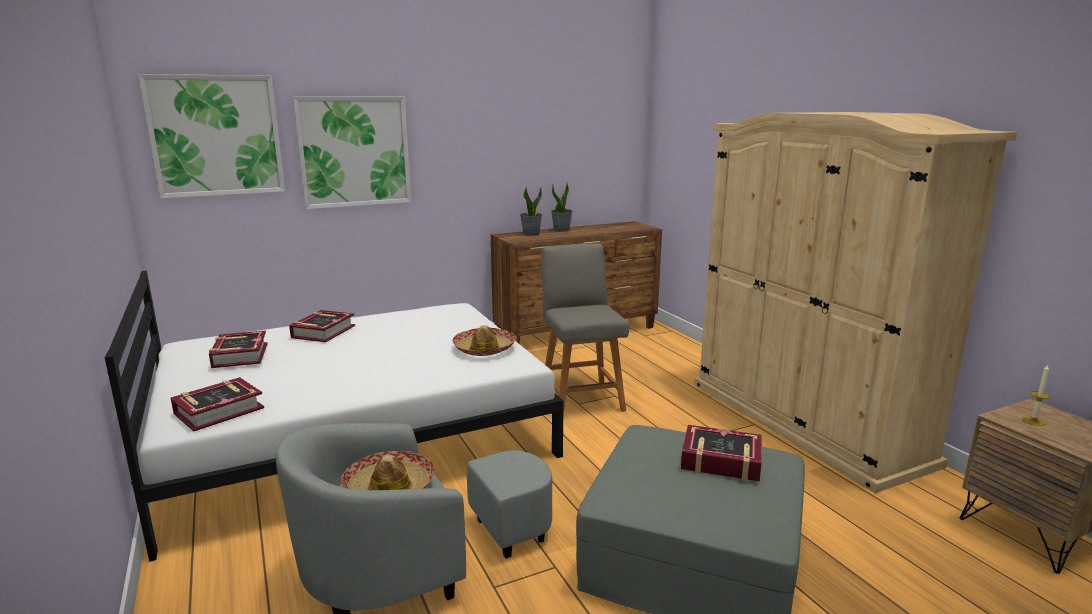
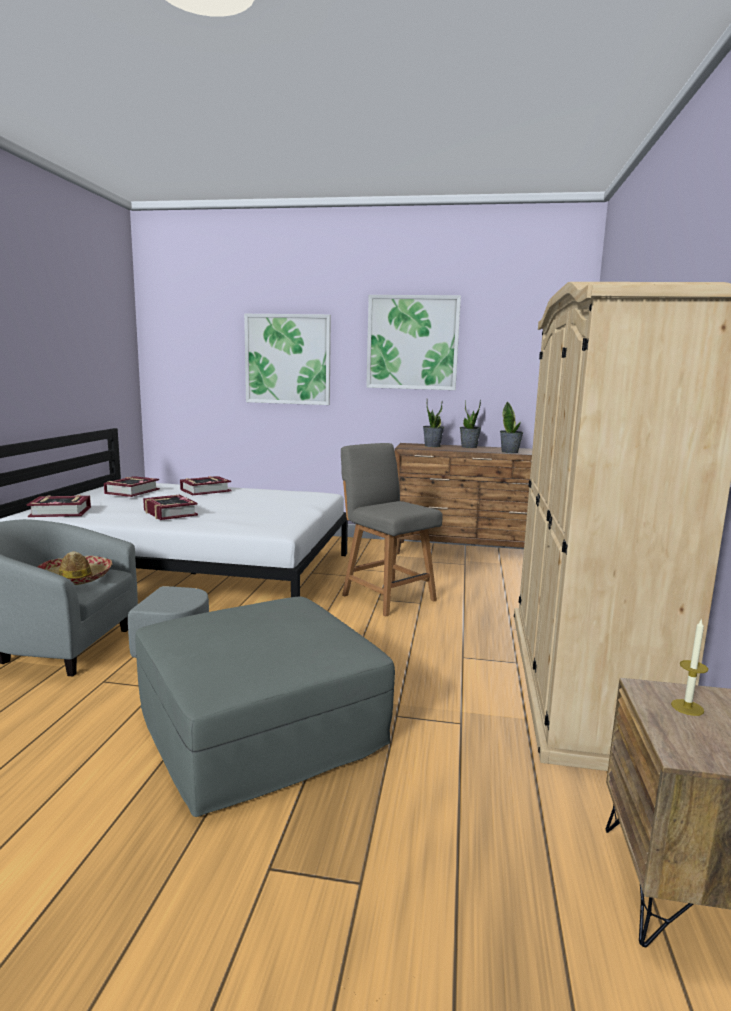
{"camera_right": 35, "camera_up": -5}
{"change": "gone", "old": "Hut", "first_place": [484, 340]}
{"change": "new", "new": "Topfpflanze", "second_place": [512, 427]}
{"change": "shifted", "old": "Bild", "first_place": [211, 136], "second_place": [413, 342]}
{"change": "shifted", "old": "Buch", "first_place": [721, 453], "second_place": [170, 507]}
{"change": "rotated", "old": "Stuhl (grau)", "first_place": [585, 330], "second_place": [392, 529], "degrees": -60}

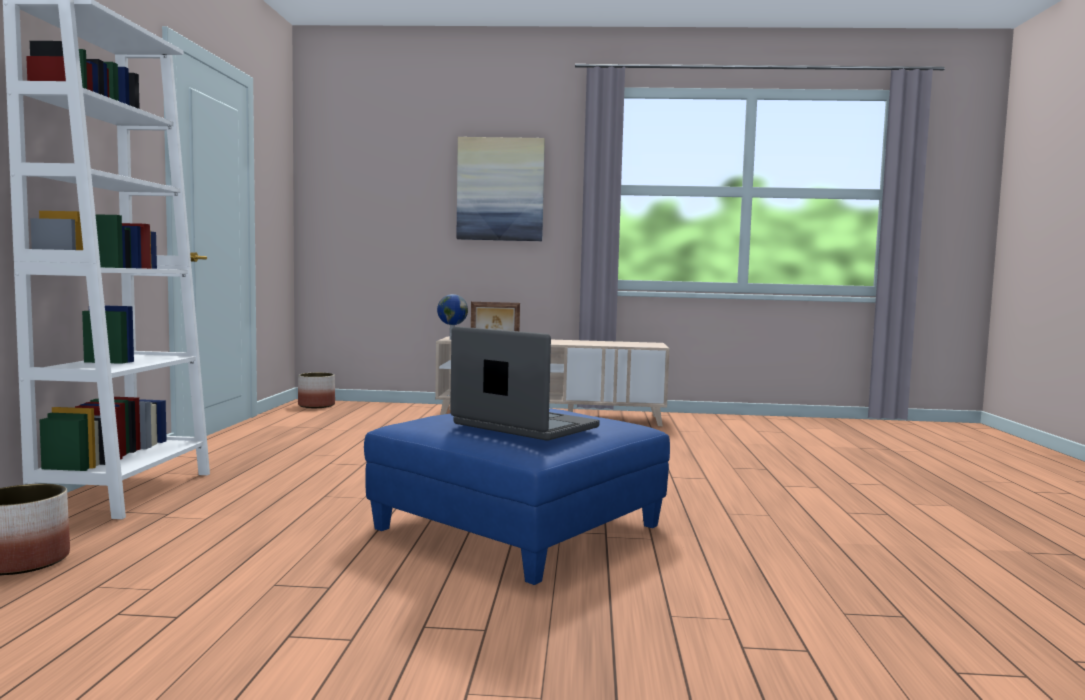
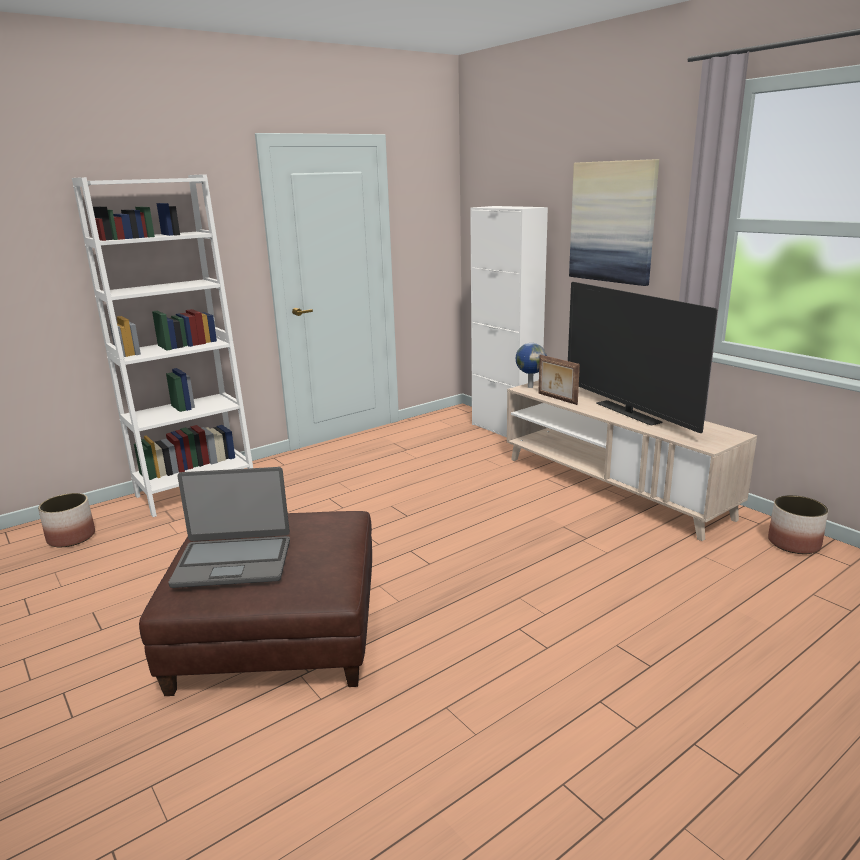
{"camera_right": 50, "camera_up": 15}
{"change": "new", "new": "Schrank (weiß)", "second_place": [509, 321]}
{"change": "new", "new": "Fernseher", "second_place": [642, 357]}
{"change": "shifted", "old": "Pflanzkübel", "first_place": [316, 390], "second_place": [798, 524]}
{"change": "repainted", "old": "Polsterhocker (blau)", "new": "Polsterhocker (braun)", "first_place": [517, 497], "second_place": [255, 603]}
{"change": "rotated", "old": "Laptop", "first_place": [525, 383], "second_place": [229, 527], "degrees": 90}

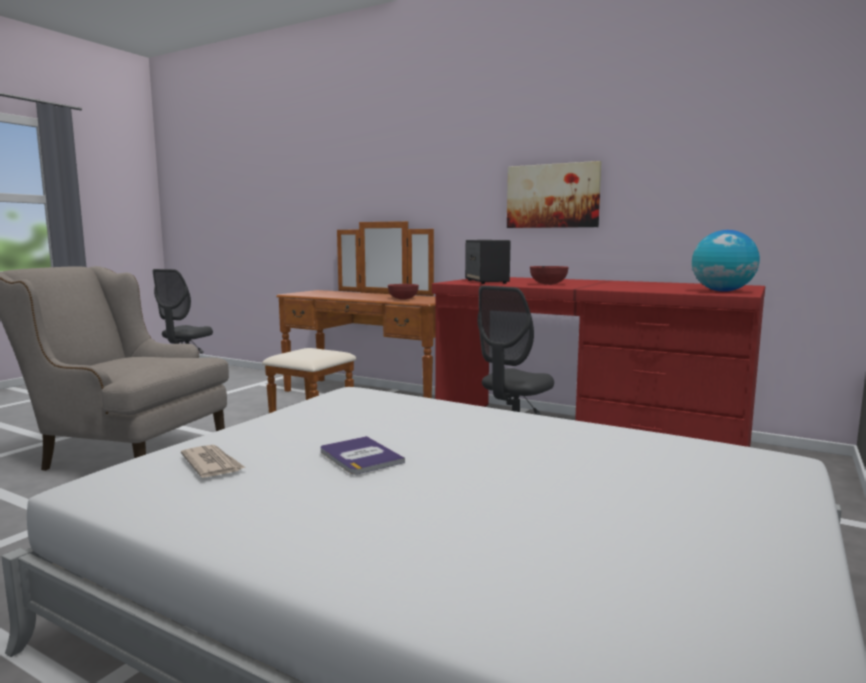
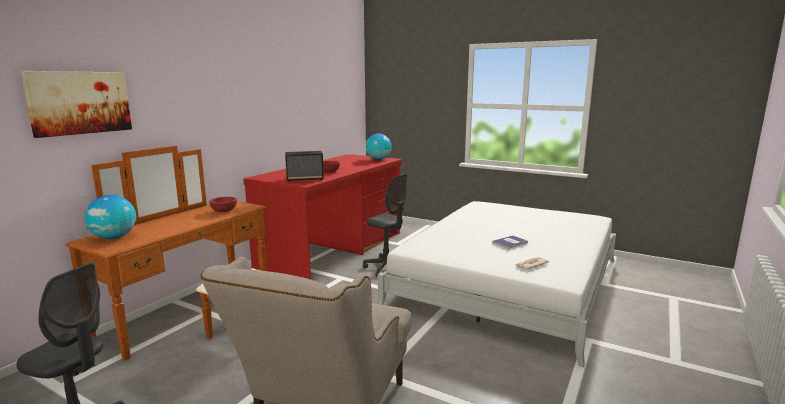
{"camera_right": -90, "camera_up": 5}
{"change": "new", "new": "Globus", "second_place": [110, 217]}
{"change": "shifted", "old": "Bild", "first_place": [554, 194], "second_place": [76, 104]}

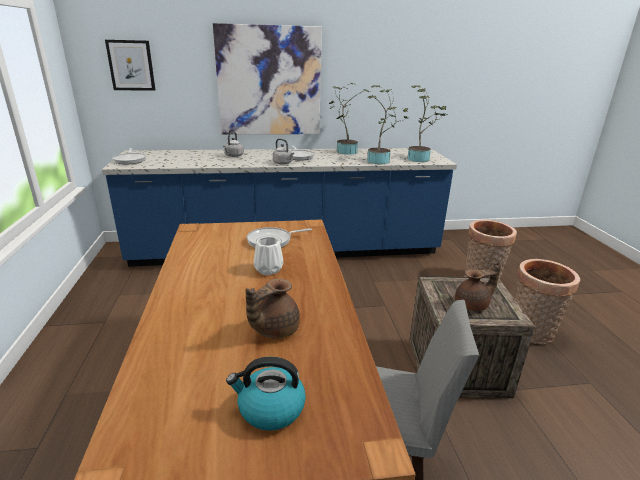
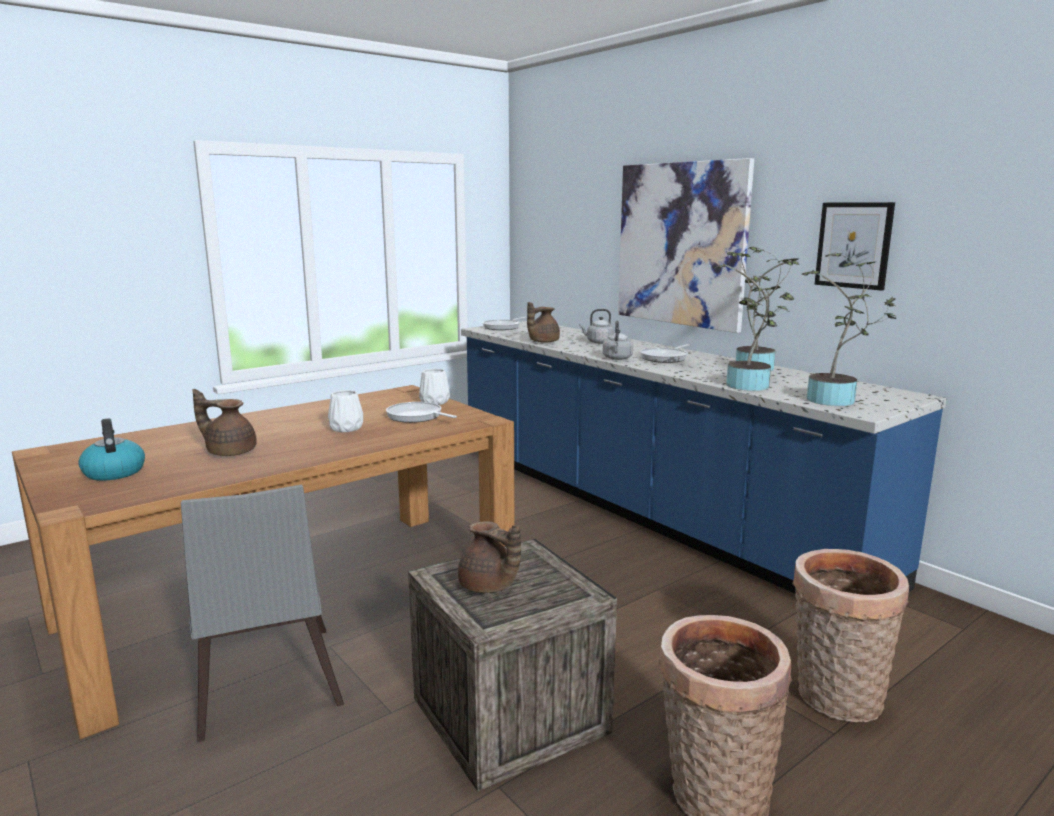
{"camera_right": 60, "camera_up": -10}
{"change": "new", "new": "Vase (weiß)", "second_place": [434, 387]}
{"change": "new", "new": "Teekanne (braun)", "second_place": [543, 322]}
{"change": "shifted", "old": "Bild", "first_place": [130, 65], "second_place": [854, 246]}

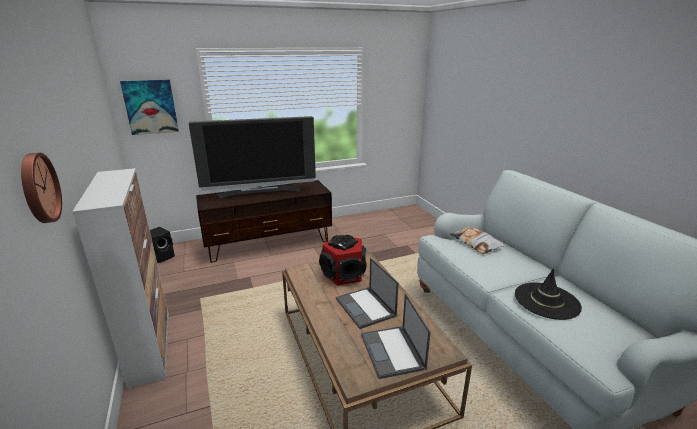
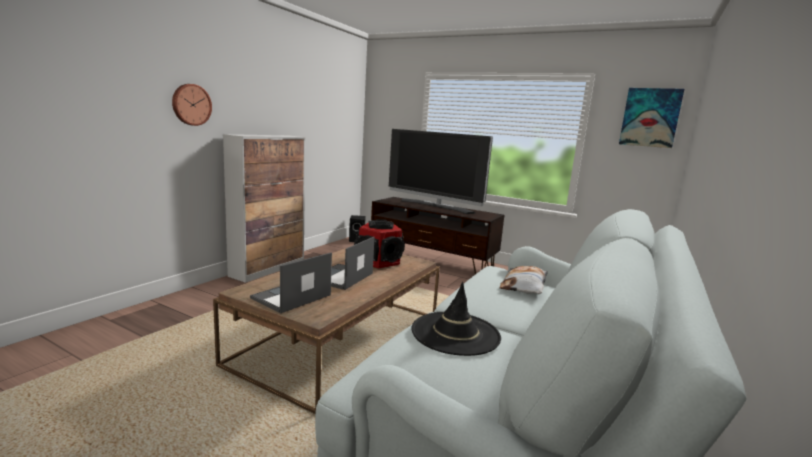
{"camera_right": 50, "camera_up": -10}
{"change": "shifted", "old": "Bild", "first_place": [149, 107], "second_place": [651, 118]}

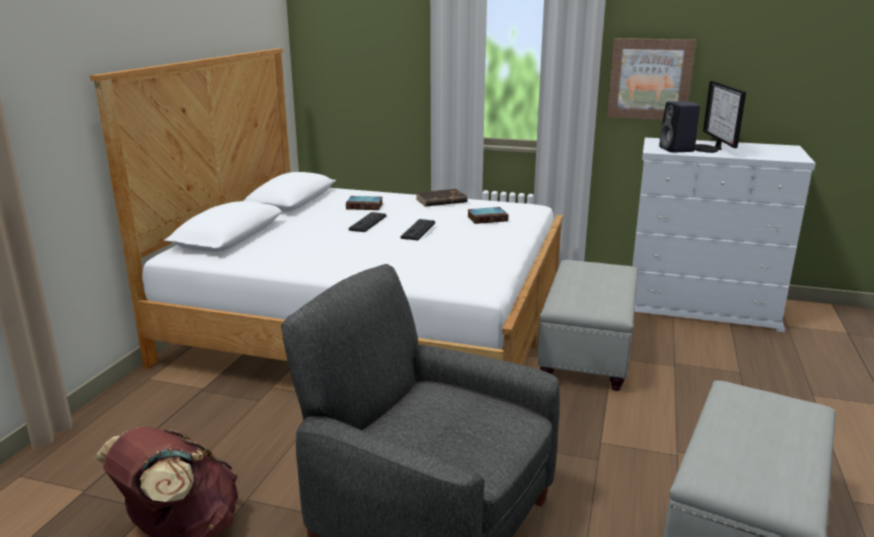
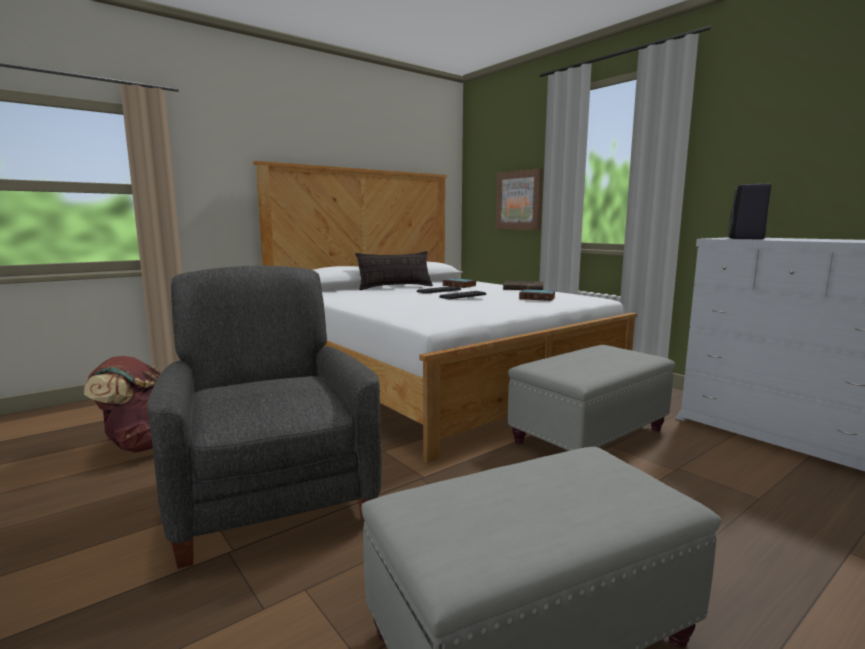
{"camera_right": 35, "camera_up": -10}
{"change": "gone", "old": "Monitor", "first_place": [720, 117]}
{"change": "new", "new": "Kissen", "second_place": [394, 270]}
{"change": "shifted", "old": "Bild", "first_place": [651, 79], "second_place": [519, 199]}

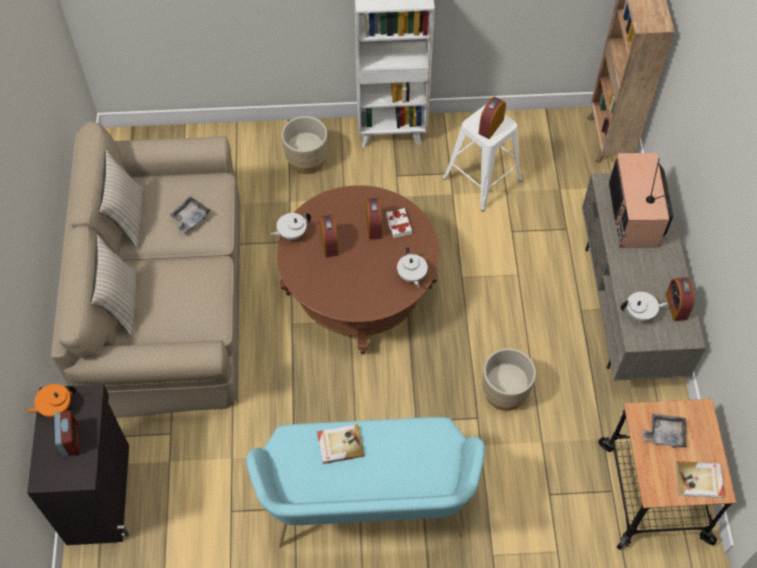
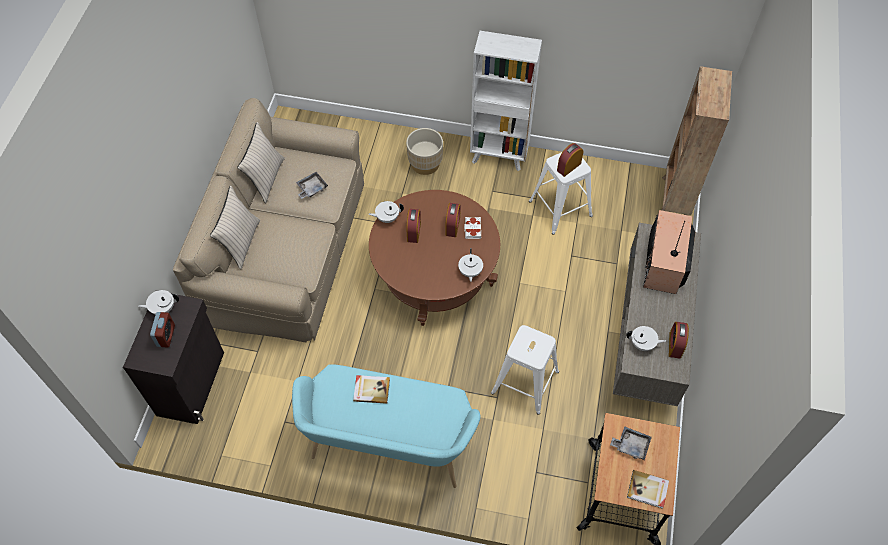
{"camera_right": 15, "camera_up": 0}
{"change": "swapped", "old": "Pflanzkübel (beige)", "new": "Hocker (weiß)", "first_place": [509, 379], "second_place": [525, 370]}
{"change": "repainted", "old": "Teekanne (orange)", "new": "Teekanne (weiß)", "first_place": [51, 400], "second_place": [158, 302]}

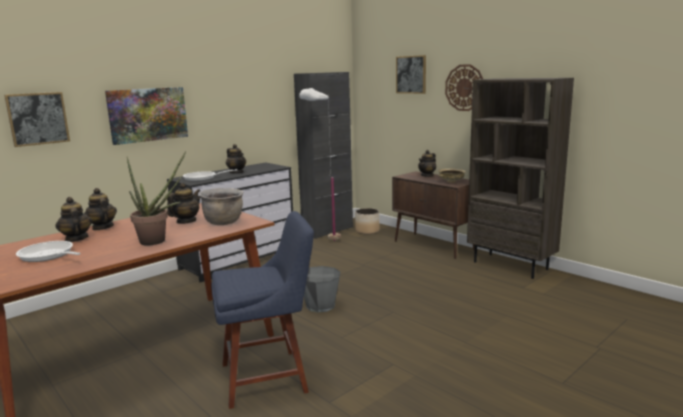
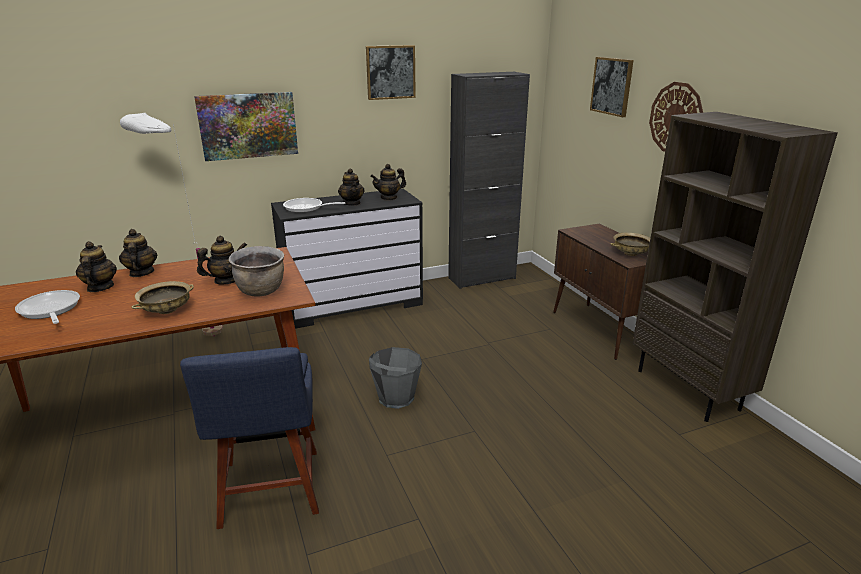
{"camera_right": 20, "camera_up": 10}
{"change": "gone", "old": "Pflanzkübel", "first_place": [367, 221]}
{"change": "shifted", "old": "Bild", "first_place": [37, 119], "second_place": [391, 72]}
{"change": "shifted", "old": "Stehlampe (weiß)", "first_place": [320, 164], "second_place": [171, 224]}
{"change": "shifted", "old": "Teekanne", "first_place": [427, 163], "second_place": [388, 182]}
{"change": "swapped", "old": "Topfpflanze", "new": "Schüssel (beige)", "first_place": [156, 198], "second_place": [162, 297]}
{"change": "rotated", "old": "Stuhl (blau)", "first_place": [262, 310], "second_place": [249, 438], "degrees": 75}

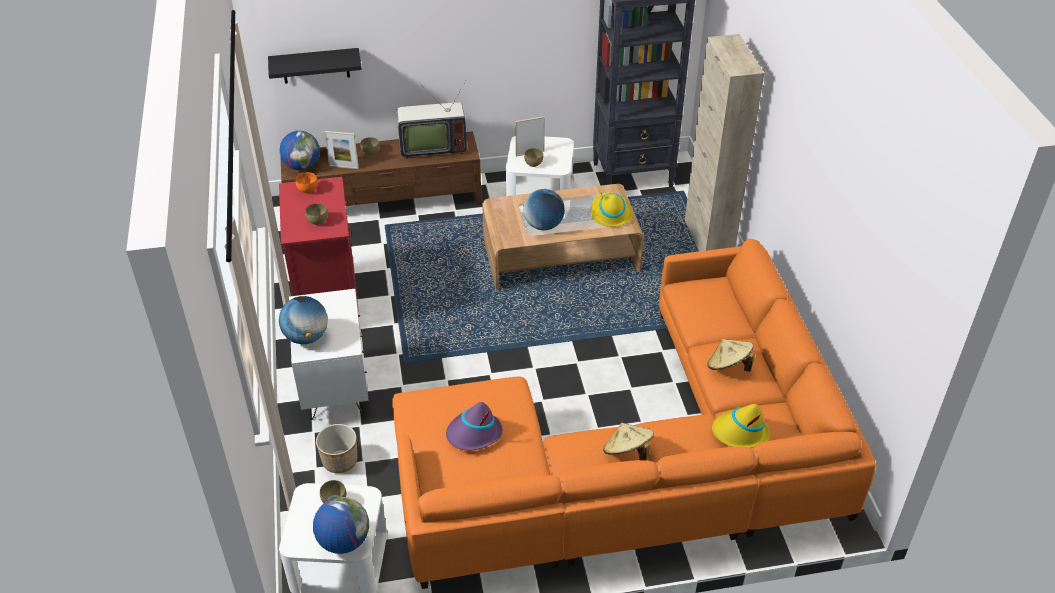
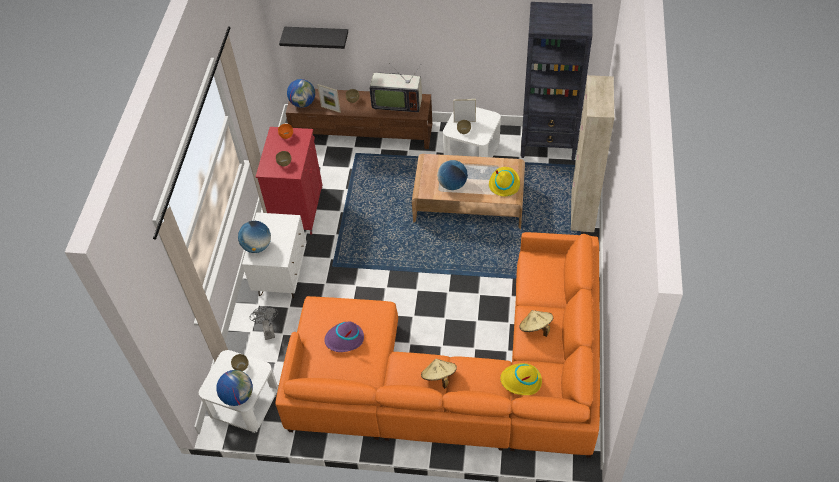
{"camera_right": 20, "camera_up": 10}
{"change": "swapped", "old": "Pflanzkübel", "new": "Ventilator (grau)", "first_place": [336, 448], "second_place": [263, 323]}

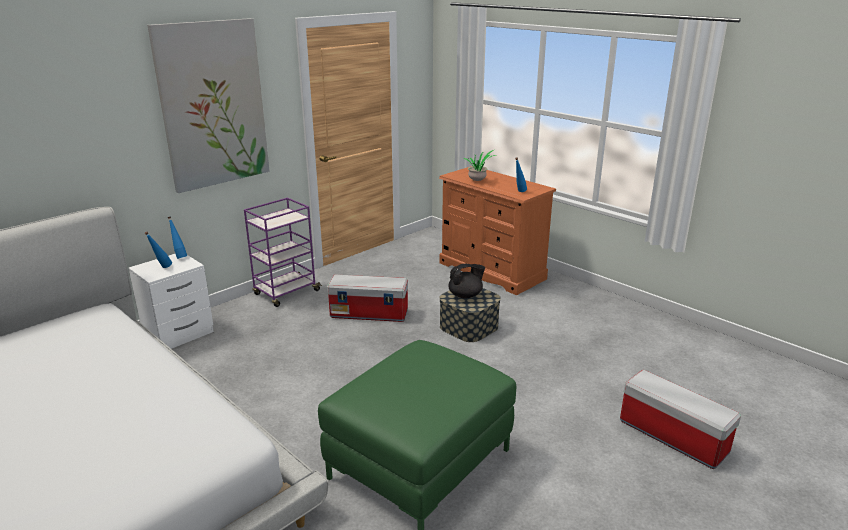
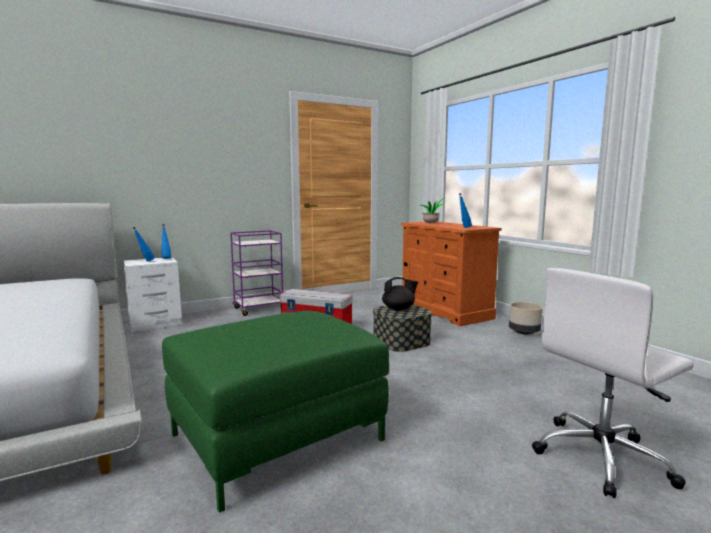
{"camera_right": 15, "camera_up": -15}
{"change": "gone", "old": "Bild", "first_place": [208, 105]}
{"change": "new", "new": "Pflanzkübel (beige)", "second_place": [526, 318]}
{"change": "swapped", "old": "Aufbewahrungsbox", "new": "Bürostuhl (weiß)", "first_place": [680, 419], "second_place": [613, 383]}

